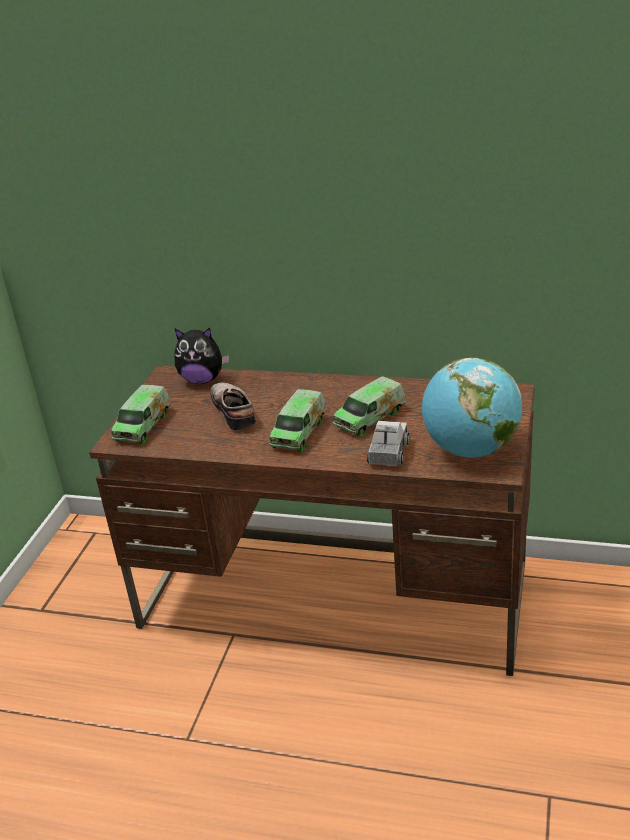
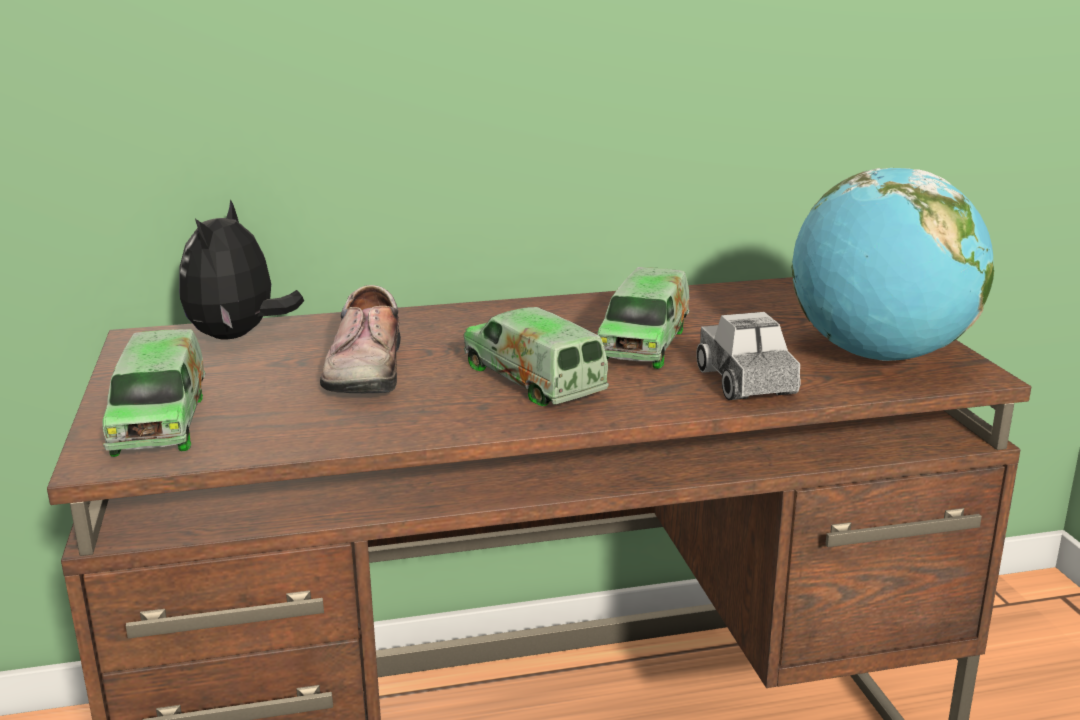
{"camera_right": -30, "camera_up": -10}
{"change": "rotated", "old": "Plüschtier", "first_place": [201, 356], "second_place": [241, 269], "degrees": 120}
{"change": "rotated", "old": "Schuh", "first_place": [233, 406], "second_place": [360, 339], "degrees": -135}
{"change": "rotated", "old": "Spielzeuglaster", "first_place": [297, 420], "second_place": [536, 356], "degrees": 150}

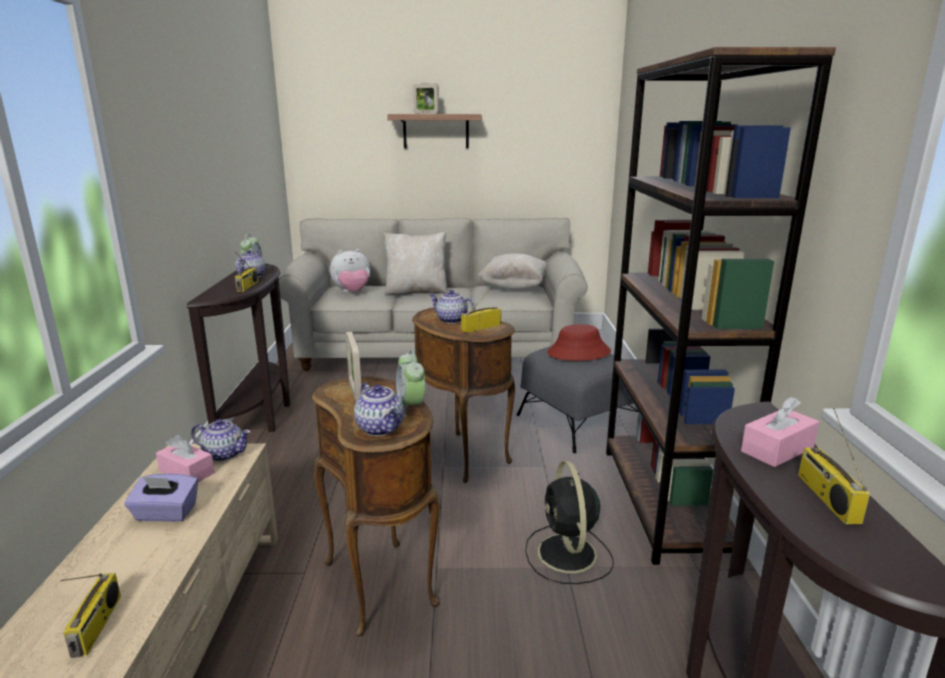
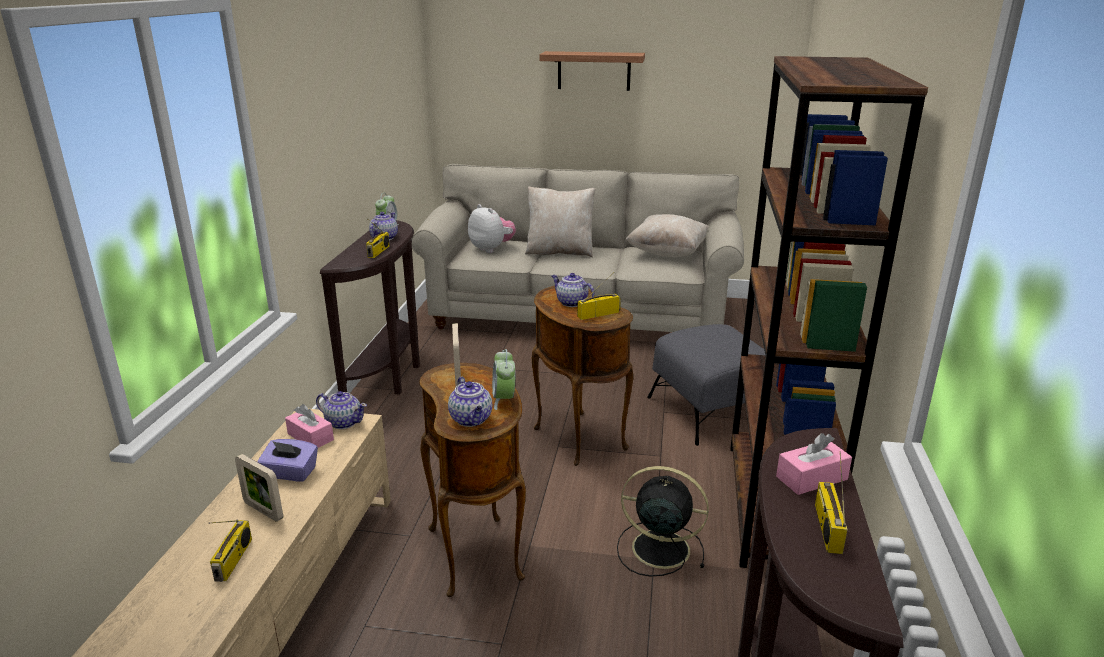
{"camera_right": 10, "camera_up": 5}
{"change": "gone", "old": "Hut (rot)", "first_place": [579, 342]}
{"change": "shifted", "old": "Bilderrahmen", "first_place": [426, 99], "second_place": [259, 488]}
{"change": "rotated", "old": "Plüschtier", "first_place": [350, 270], "second_place": [492, 228], "degrees": -120}
{"change": "rotated", "old": "Ventilator (schwarz)", "first_place": [569, 522], "second_place": [663, 521], "degrees": 105}

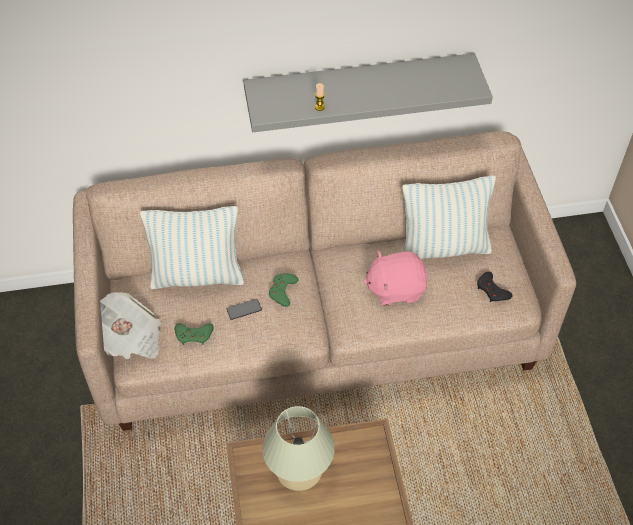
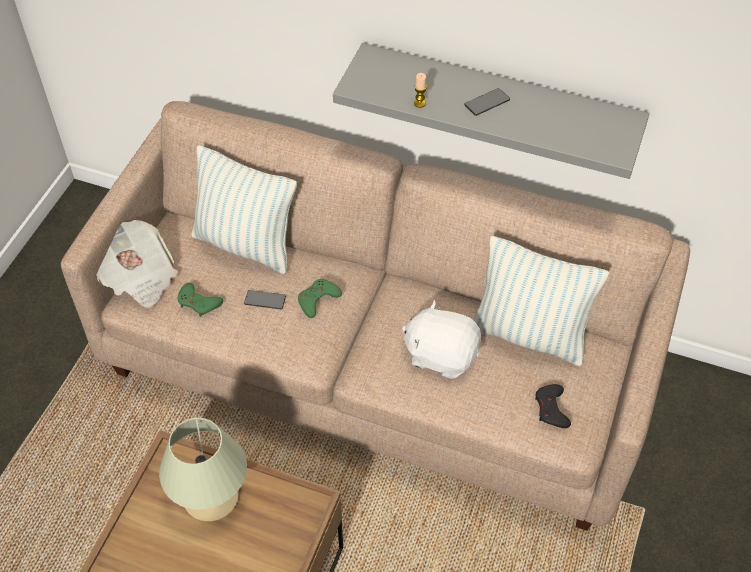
{"camera_right": 30, "camera_up": 0}
{"change": "new", "new": "Handy", "second_place": [487, 102]}
{"change": "repainted", "old": "Plüschtier (rosa)", "new": "Plüschtier (weiß)", "first_place": [395, 278], "second_place": [441, 339]}

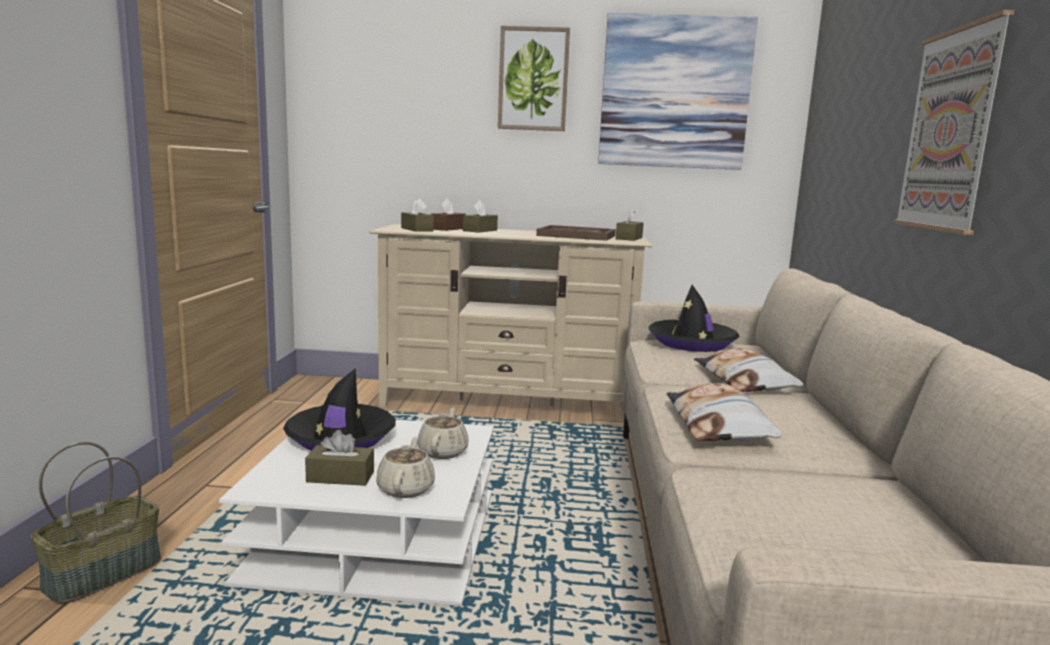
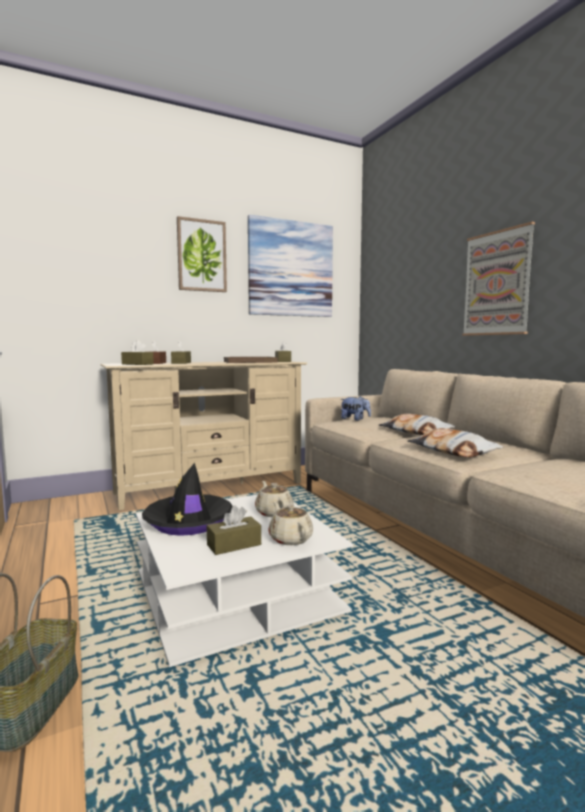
{"camera_right": -30, "camera_up": -5}
{"change": "swapped", "old": "Hut (schwarz)", "new": "Plüschtier", "first_place": [694, 318], "second_place": [355, 408]}

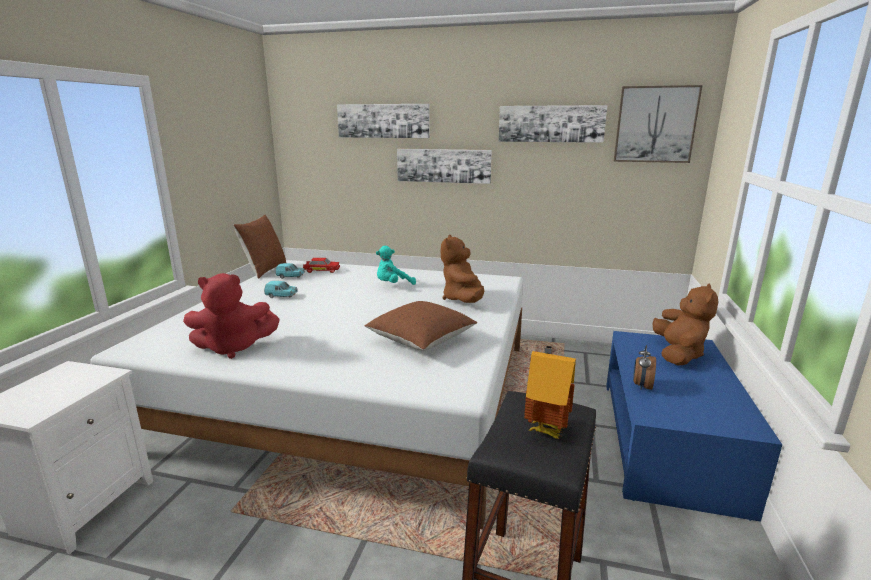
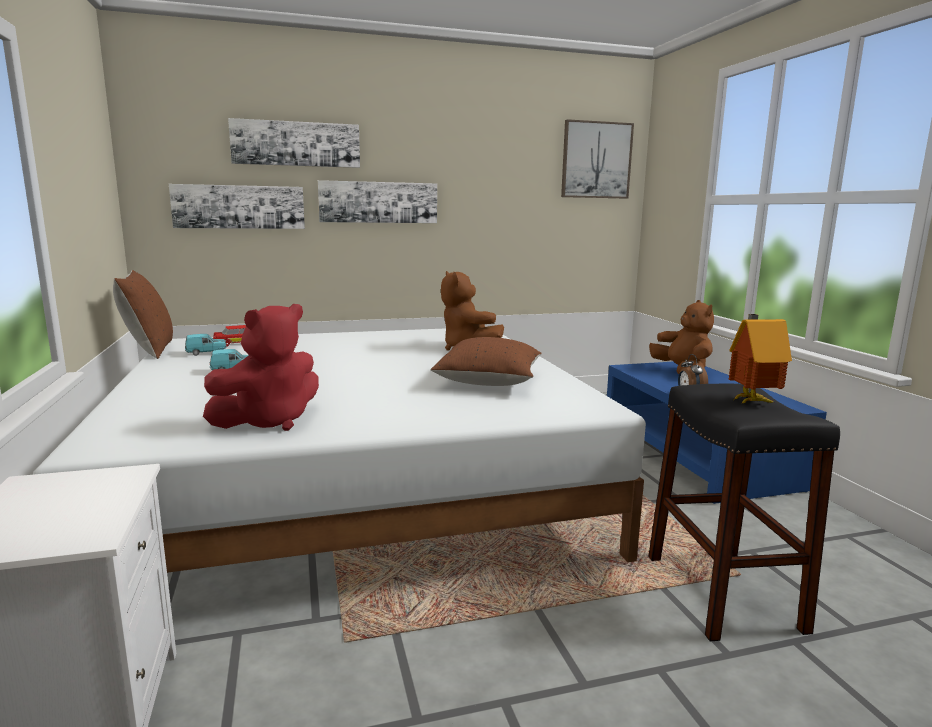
{"camera_right": -30, "camera_up": -5}
{"change": "gone", "old": "Plüschtier (türkis)", "first_place": [396, 265]}
{"change": "shifted", "old": "Bild", "first_place": [552, 124], "second_place": [237, 206]}

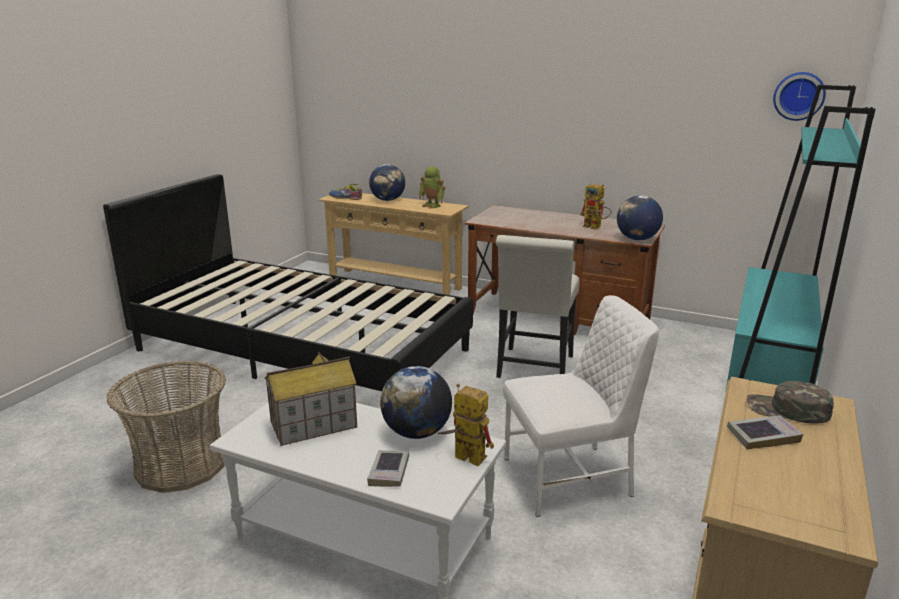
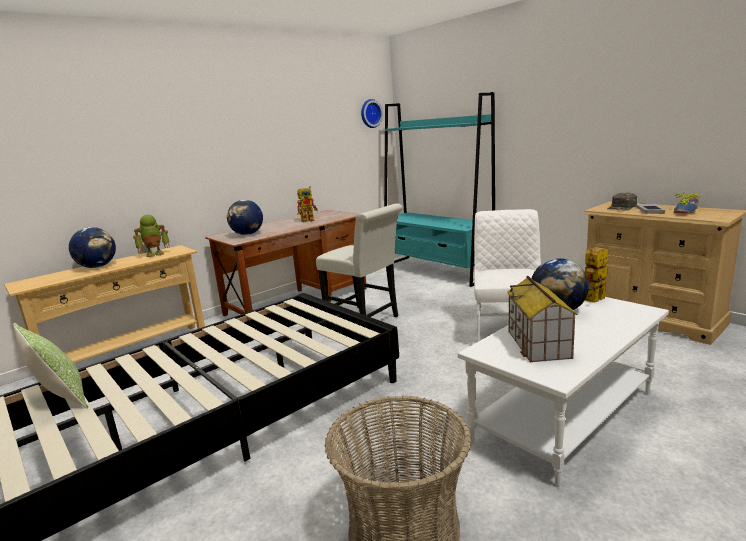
{"camera_right": -65, "camera_up": -5}
{"change": "gone", "old": "Buch", "first_place": [388, 468]}
{"change": "new", "new": "Kissen", "second_place": [50, 366]}
{"change": "shifted", "old": "Schuh", "first_place": [345, 192], "second_place": [687, 203]}
{"change": "shifted", "old": "Globus", "first_place": [640, 217], "second_place": [245, 217]}

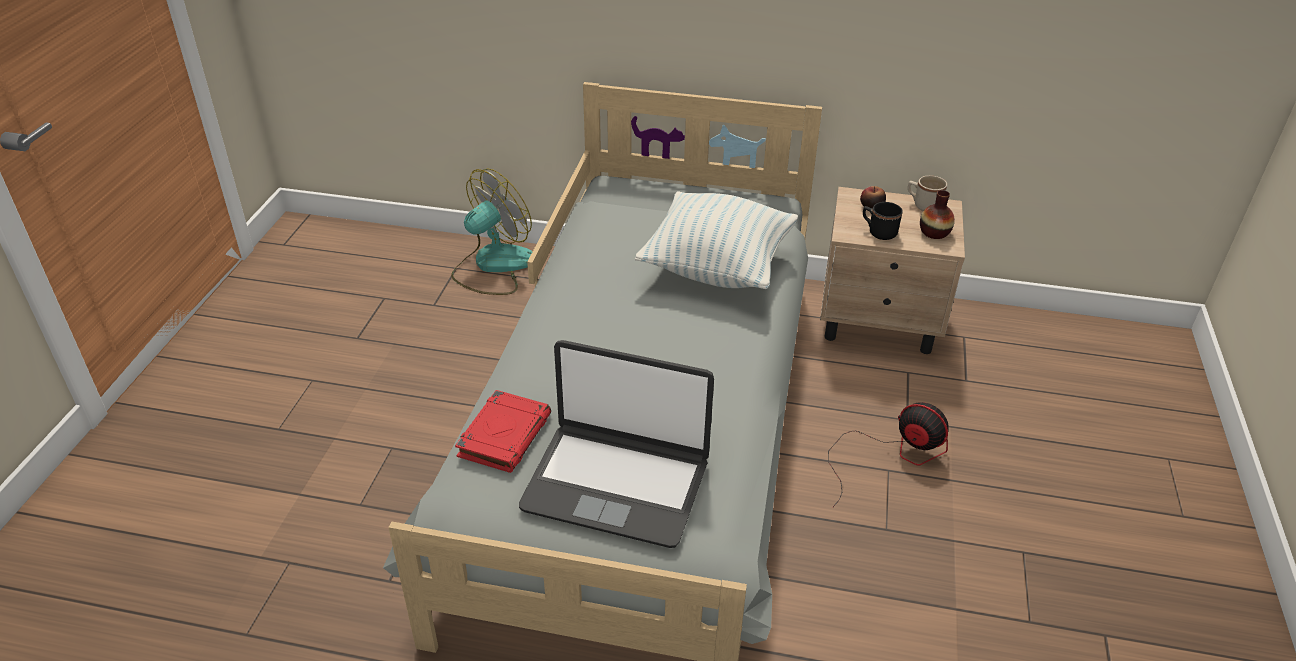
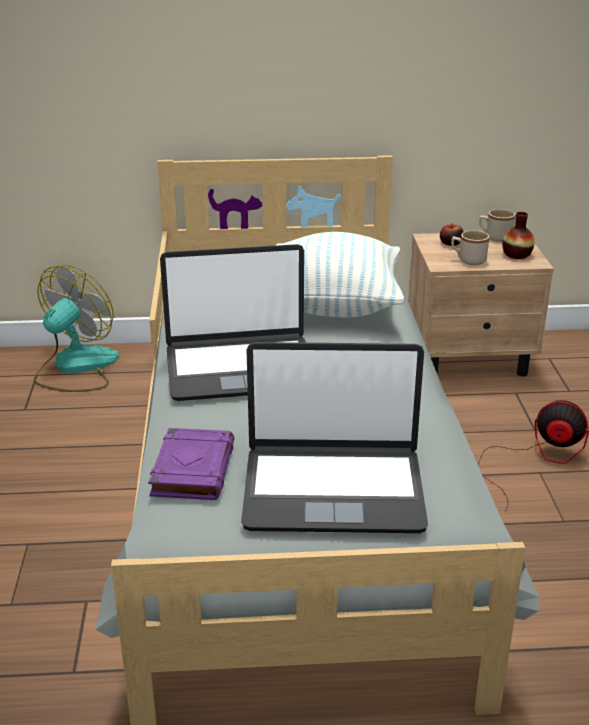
{"camera_right": -15, "camera_up": -10}
{"change": "new", "new": "Laptop", "second_place": [233, 322]}
{"change": "repainted", "old": "Buch (rot)", "new": "Buch (lila)", "first_place": [503, 431], "second_place": [191, 464]}
{"change": "repainted", "old": "Henkelbecher (schwarz)", "new": "Henkelbecher (beige)", "first_place": [883, 221], "second_place": [470, 247]}

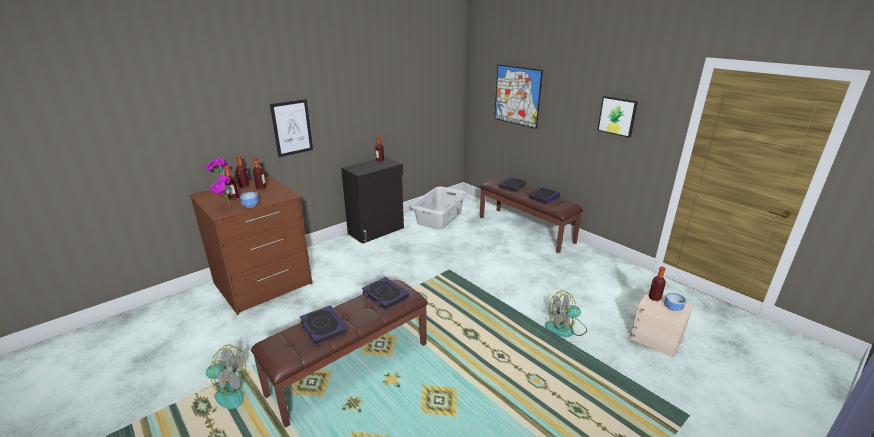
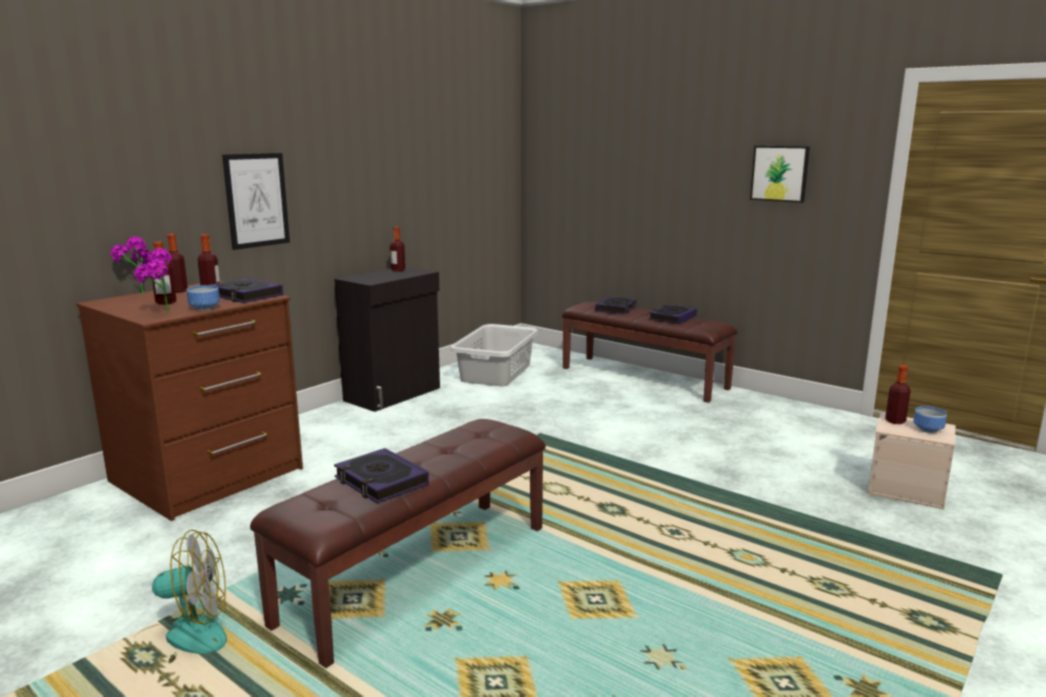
{"camera_right": -10, "camera_up": -10}
{"change": "gone", "old": "Bild", "first_place": [518, 96]}
{"change": "gone", "old": "Ventilator", "first_place": [566, 314]}
{"change": "shifted", "old": "Buch", "first_place": [385, 294], "second_place": [247, 290]}

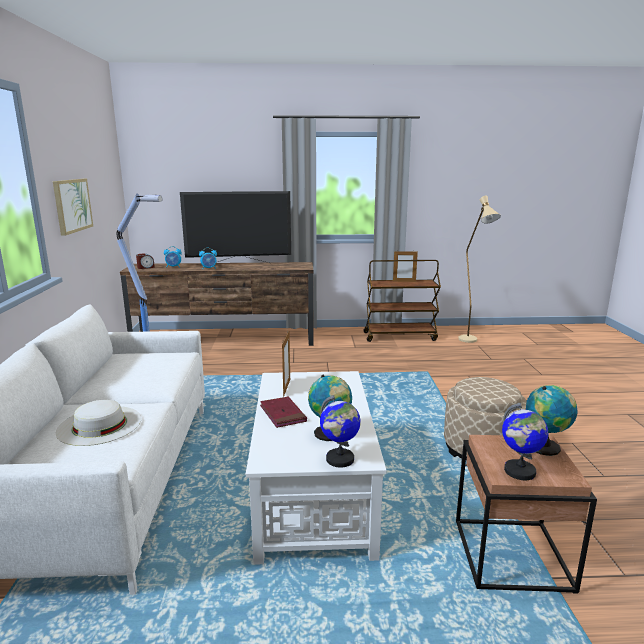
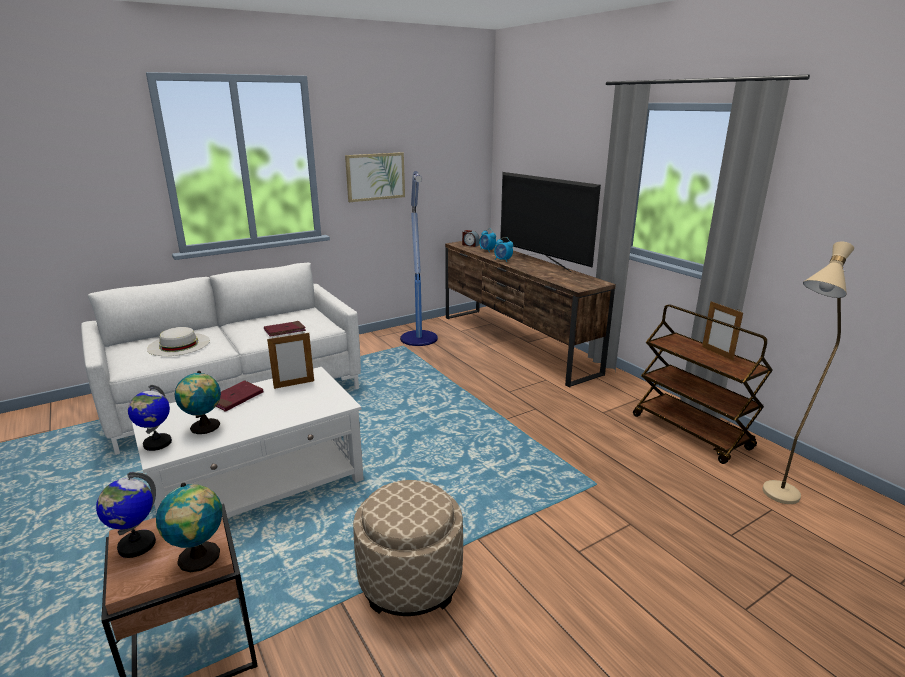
{"camera_right": 60, "camera_up": 5}
{"change": "new", "new": "Buch (rot)", "second_place": [285, 328]}

